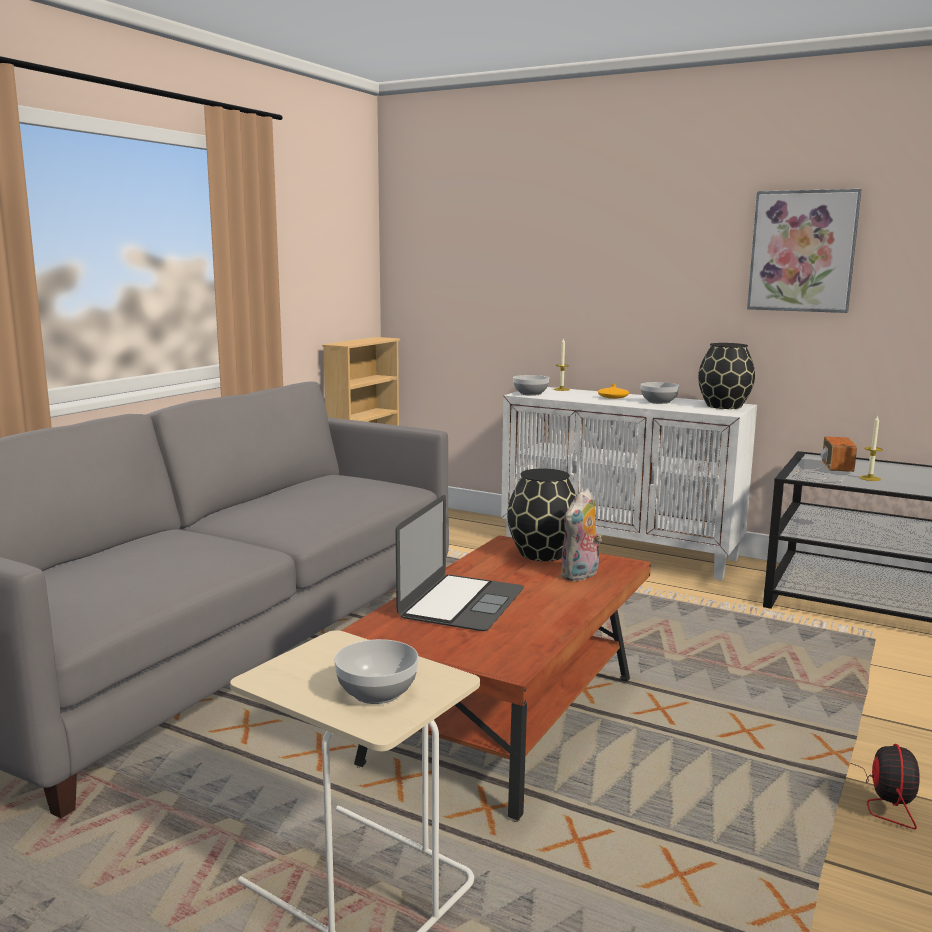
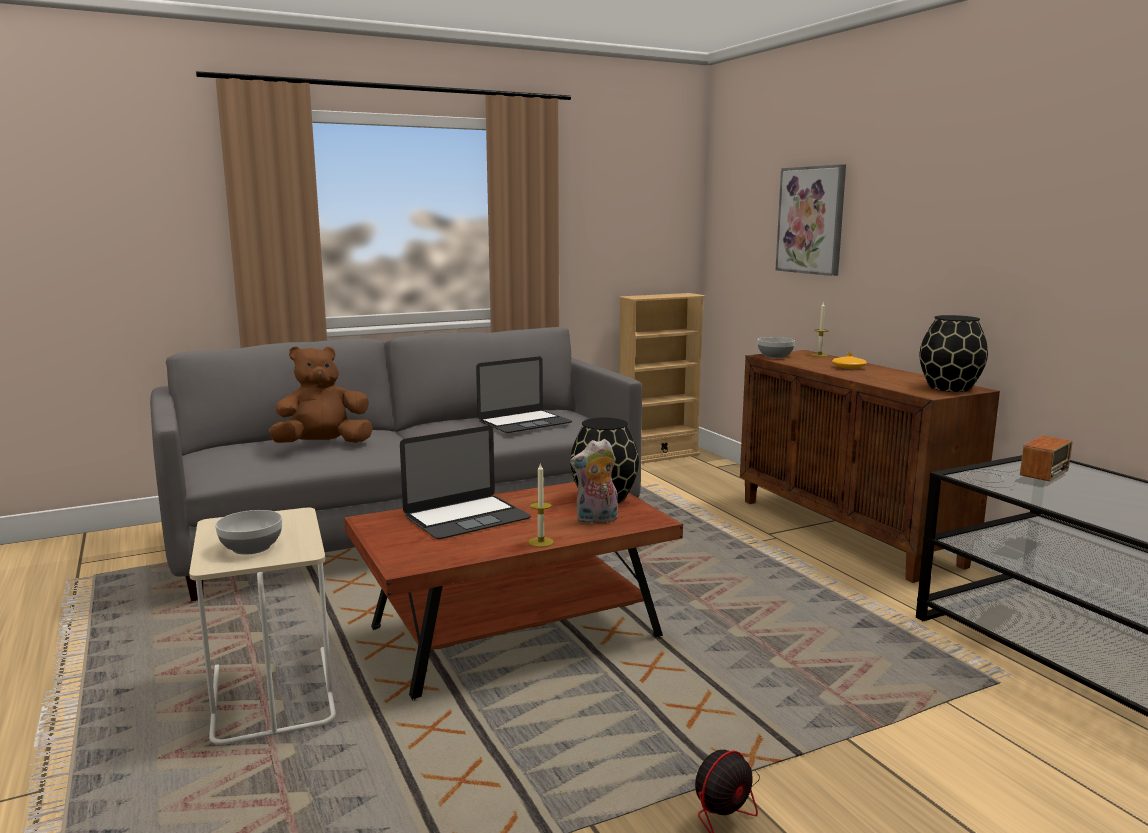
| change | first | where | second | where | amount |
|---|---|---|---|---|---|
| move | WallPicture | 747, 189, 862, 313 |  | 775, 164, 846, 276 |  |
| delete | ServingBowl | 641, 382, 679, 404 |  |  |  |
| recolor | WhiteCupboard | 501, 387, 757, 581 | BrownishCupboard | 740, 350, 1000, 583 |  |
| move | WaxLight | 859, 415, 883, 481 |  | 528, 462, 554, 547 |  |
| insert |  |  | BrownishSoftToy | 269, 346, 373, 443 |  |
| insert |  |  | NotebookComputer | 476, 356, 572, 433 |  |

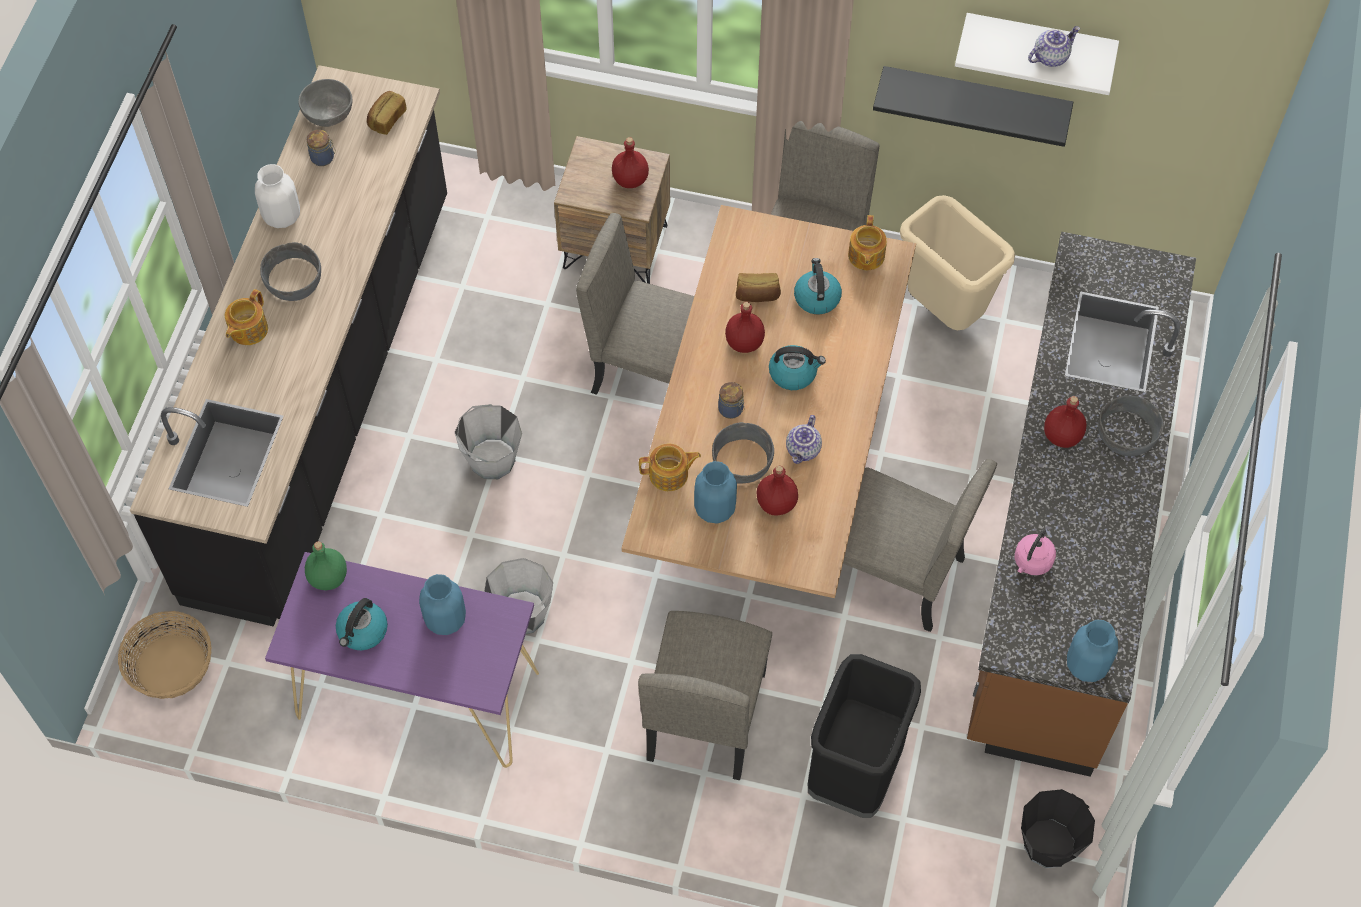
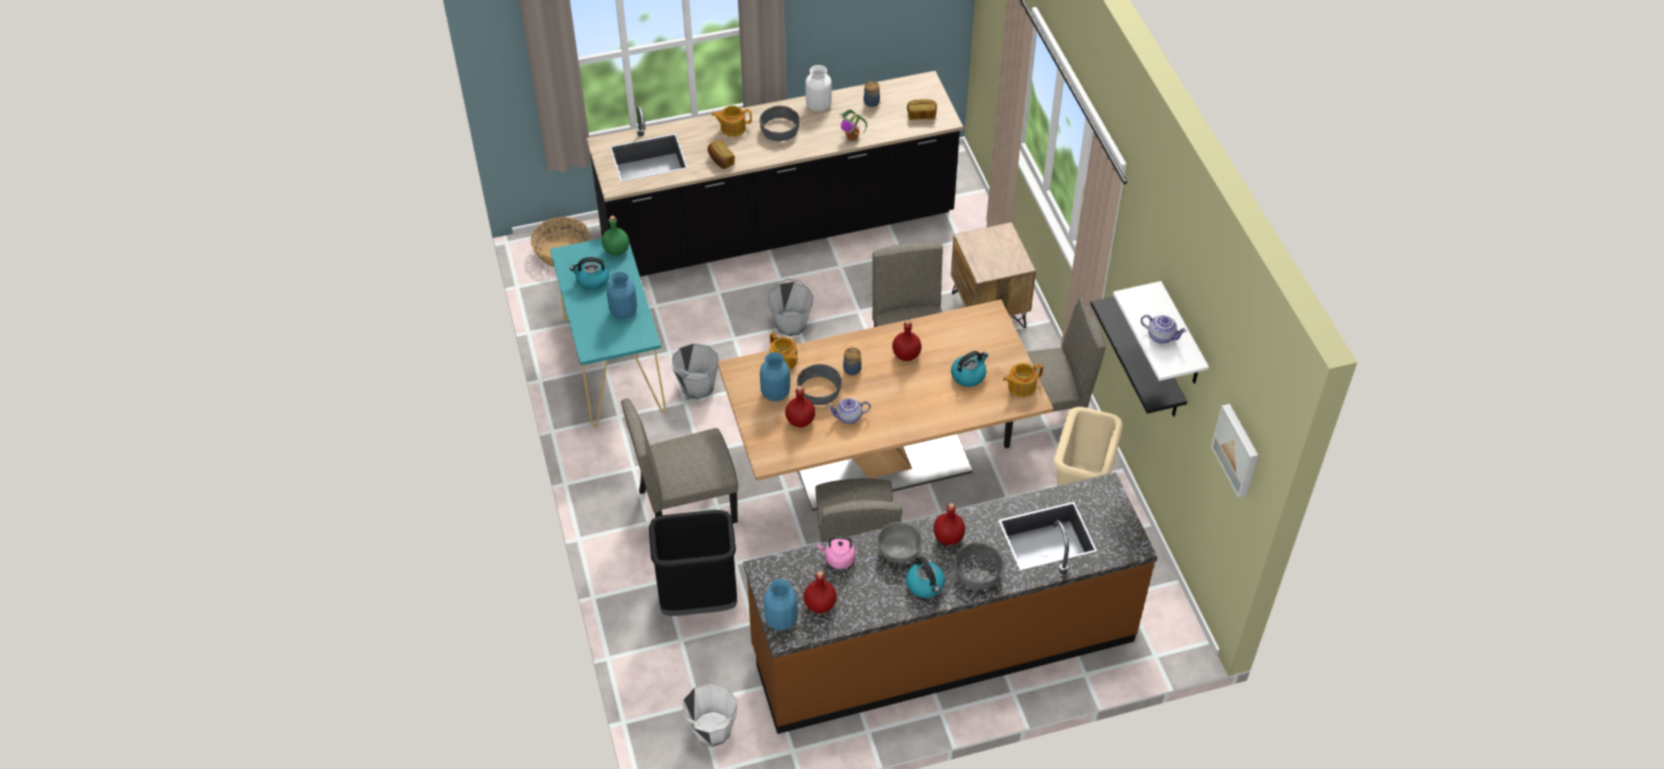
| change | first | where | second | where | amount |
|---|---|---|---|---|---|
| move | GreyishServingBowl | 298, 79, 352, 127 |  | 877, 522, 922, 563 |  |
| move | RedColouredBeverageBottle | 612, 137, 649, 188 |  | 804, 571, 837, 613 |  |
| move | BakeryBread | 736, 273, 781, 302 |  | 708, 140, 735, 169 |  |
| move | TeaKettle | 769, 345, 826, 390 |  | 906, 557, 945, 598 |  |
| recolor | PurpleColouredHallTable | 265, 552, 539, 768 | TurquoiseHallTable | 550, 233, 666, 427 |  |
| recolor | BlackBucket | 1021, 789, 1095, 868 | WhiteBucket | 683, 683, 737, 747 |  |
| insert |  |  | PlantInAPot | 840, 110, 867, 141 |  |
| insert |  |  | WallPicture | 1211, 404, 1258, 498 |  |

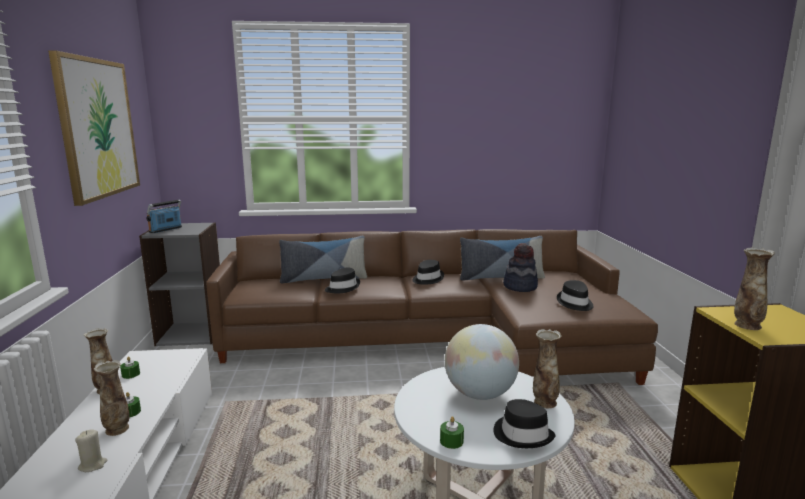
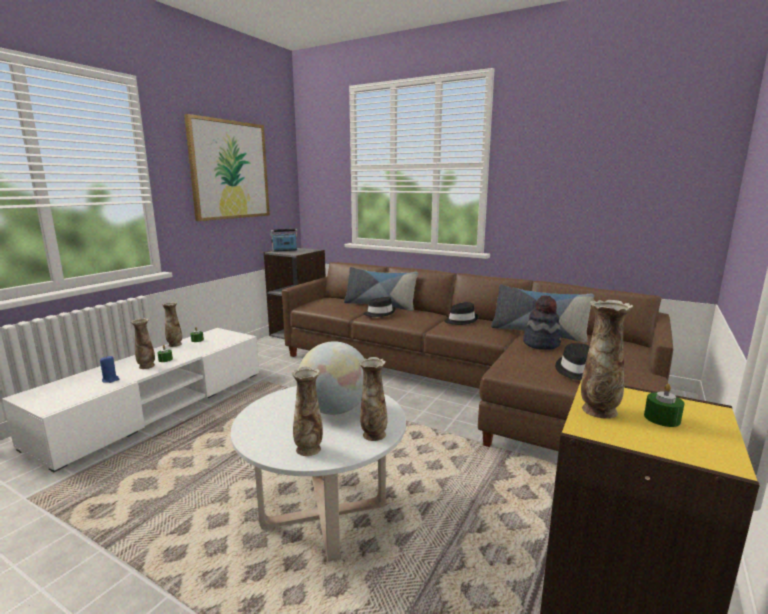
| change | first | where | second | where | amount |
|---|---|---|---|---|---|
| replace | BlackWearableHat | 493, 399, 556, 448 | DecorativeVase | 292, 367, 323, 456 |  |
| move | GreenColouredWaxLight | 440, 416, 464, 449 |  | 644, 384, 685, 427 |  |
| recolor | SandColouredWaxLight | 75, 429, 107, 472 | BluishWaxLight | 100, 355, 119, 383 |  |

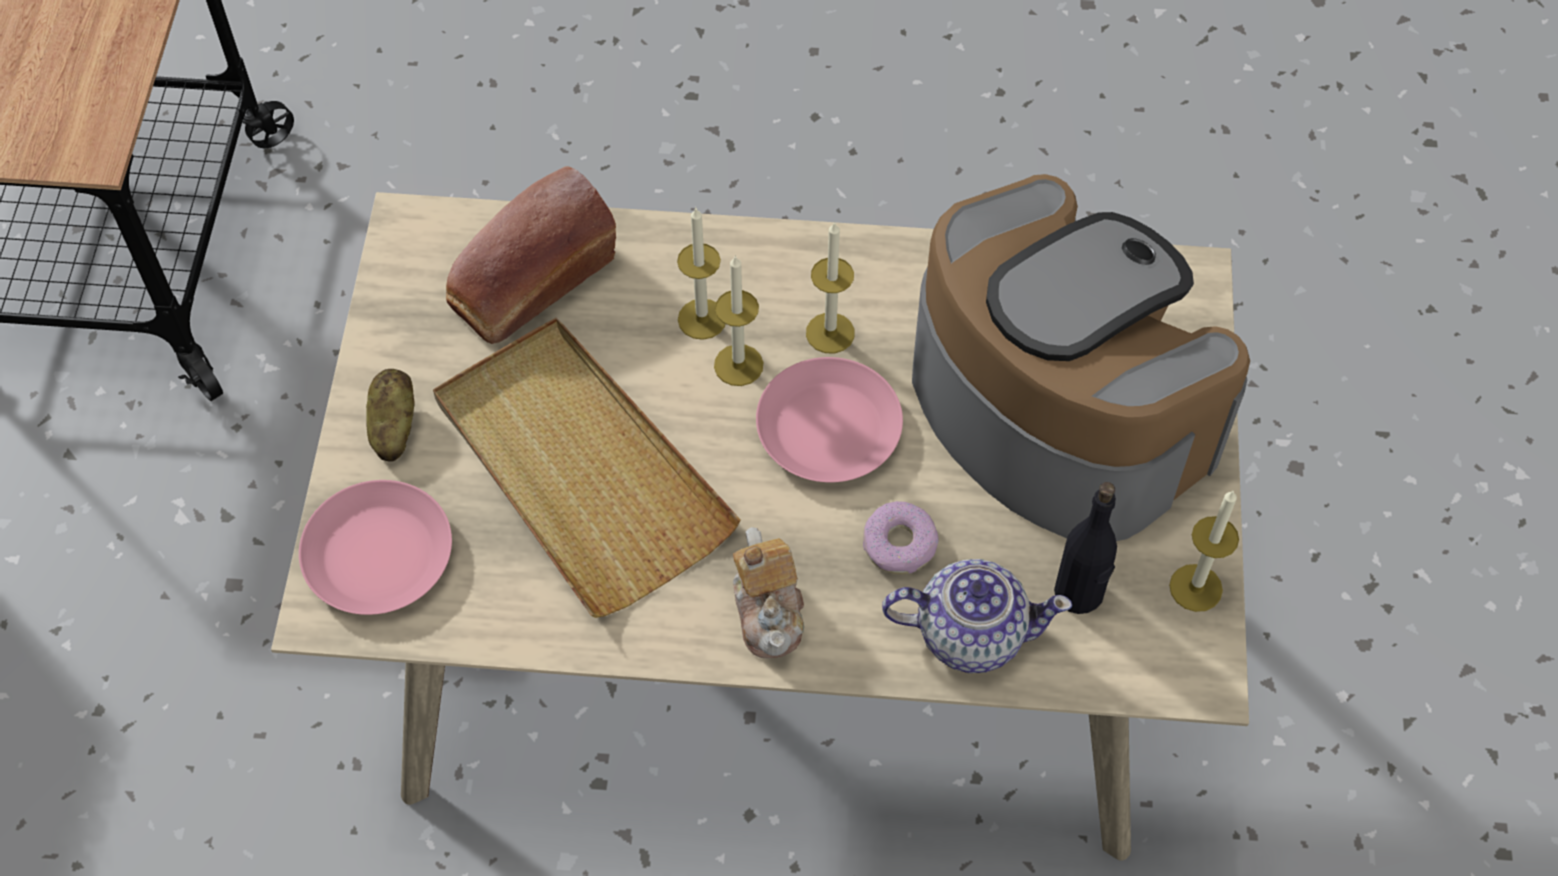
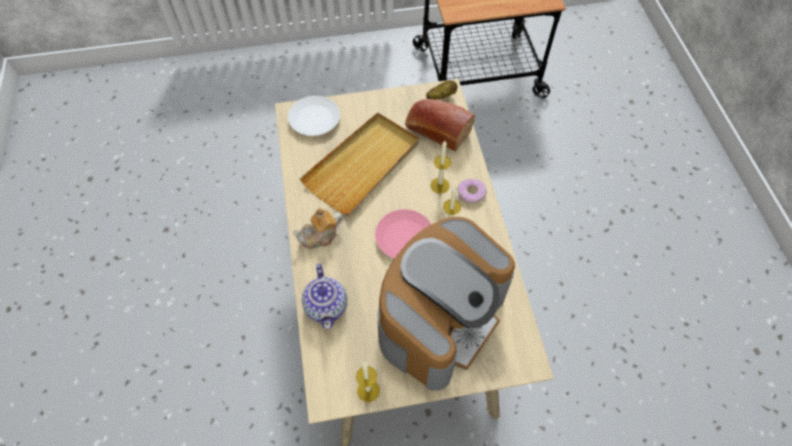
| change | first | where | second | where | amount |
|---|---|---|---|---|---|
| delete | WaxLight | 714, 255, 763, 386 |  |  |  |
| move | Potato | 366, 369, 414, 462 |  | 426, 80, 457, 100 |  |
| recolor | PinkishFlatDish | 299, 480, 452, 615 | WhiteFlatDish | 288, 96, 340, 136 |  |
| delete | BlackBeverageBottle | 1054, 482, 1117, 614 |  |  |  |
| move | Doughnut | 863, 501, 939, 574 |  | 457, 178, 487, 204 |  |

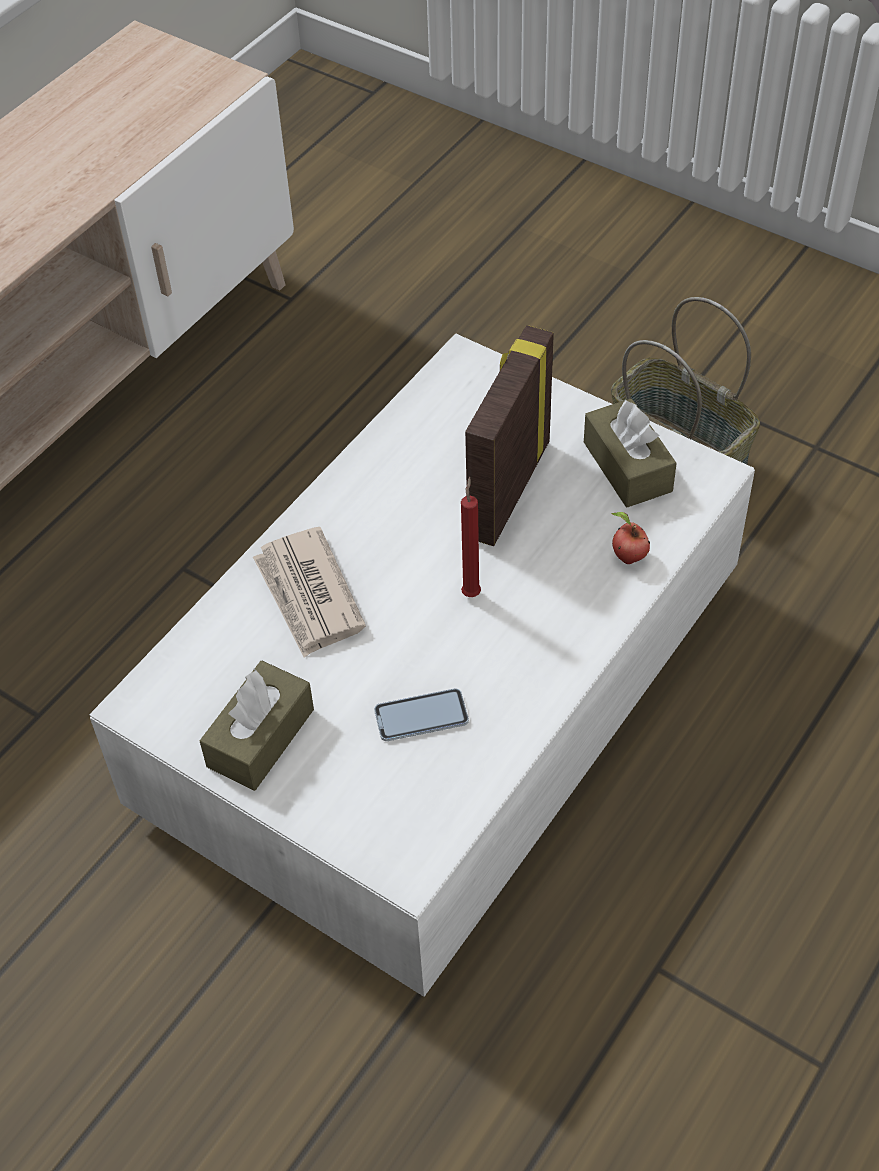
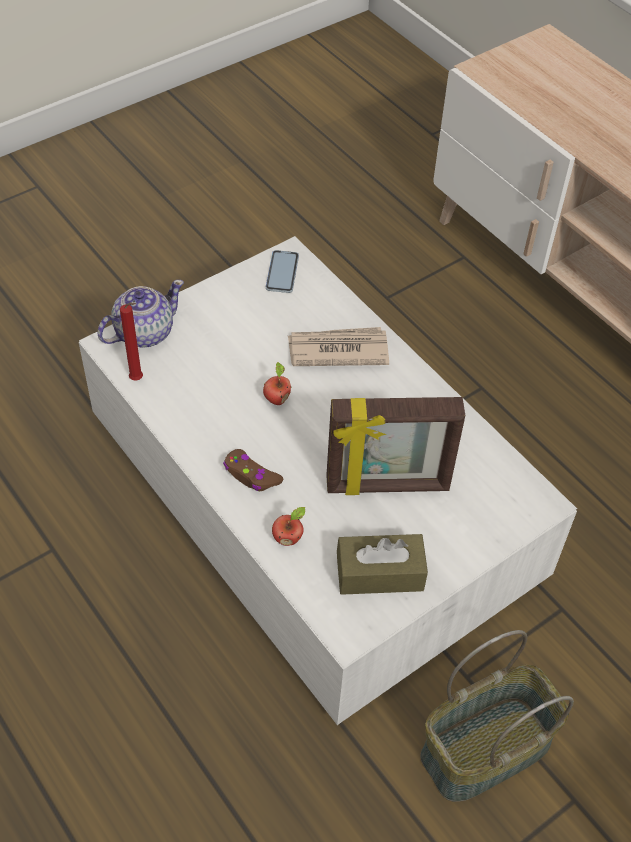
| change | first | where | second | where | amount |
|---|---|---|---|---|---|
| rotate | PhotoFrame | 465, 325, 554, 546 |  | 326, 397, 465, 495 | 135 degrees clockwise |
| move | RedColouredWaxLight | 461, 477, 481, 597 |  | 120, 302, 143, 381 |  |
| delete | BrownishBoxOfTissues | 200, 661, 314, 791 |  |  |  |
| move | Telephone | 374, 688, 469, 741 |  | 266, 250, 299, 293 |  |
| insert |  |  | PotForTea | 97, 280, 184, 348 |  |
| insert |  |  | AppleFruit | 263, 362, 291, 405 |  |
| insert |  |  | BrownishGamepad | 223, 449, 283, 491 |  |

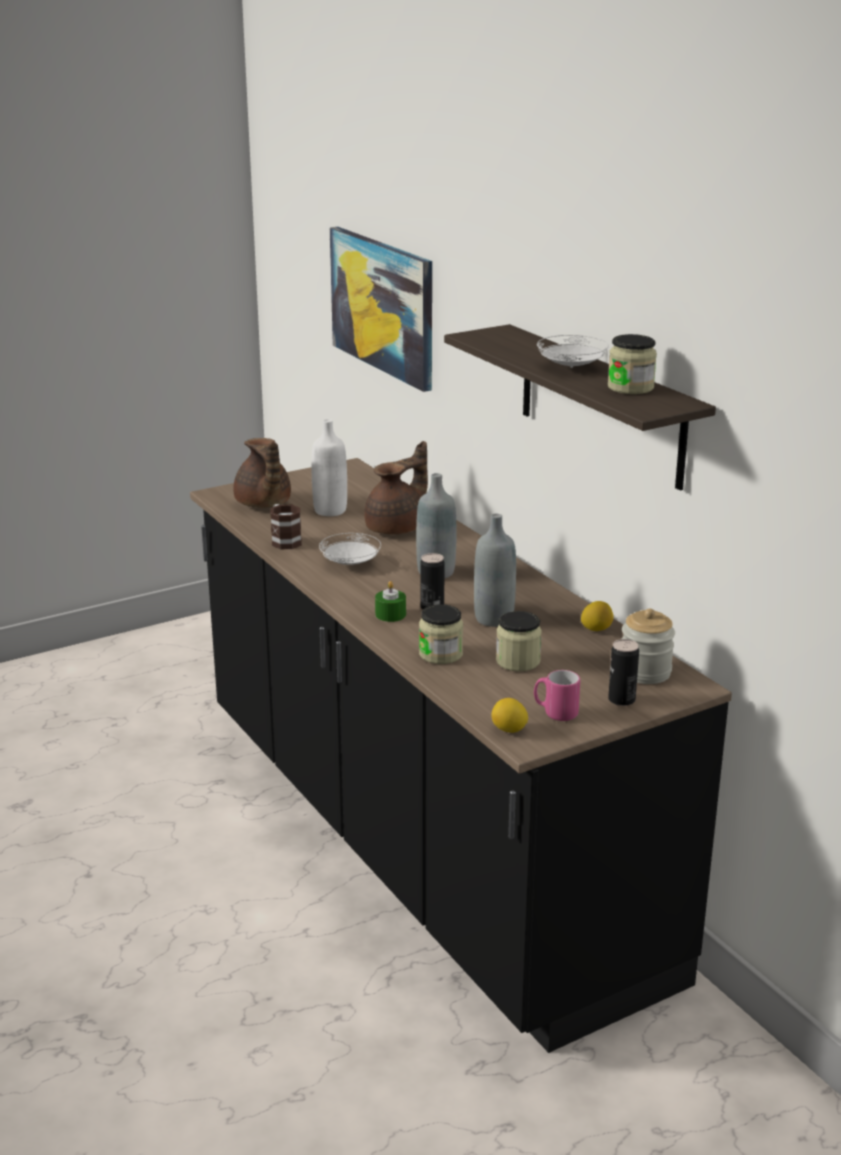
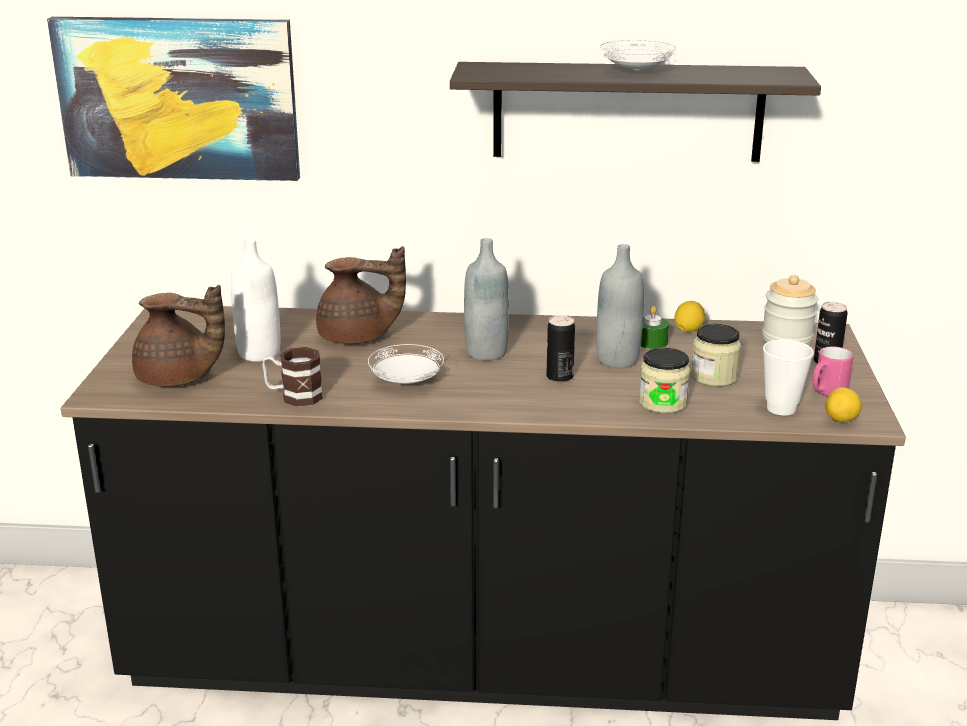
| change | first | where | second | where | amount |
|---|---|---|---|---|---|
| delete | Jar | 608, 334, 657, 394 |  |  |  |
| rotate | BrownishPotForTea | 364, 441, 428, 535 |  | 316, 246, 406, 344 | 105 degrees clockwise |
| move | GreenColouredWaxLight | 375, 581, 406, 622 |  | 641, 306, 669, 349 |  |
| insert |  |  | Cup | 763, 339, 814, 415 |  |

